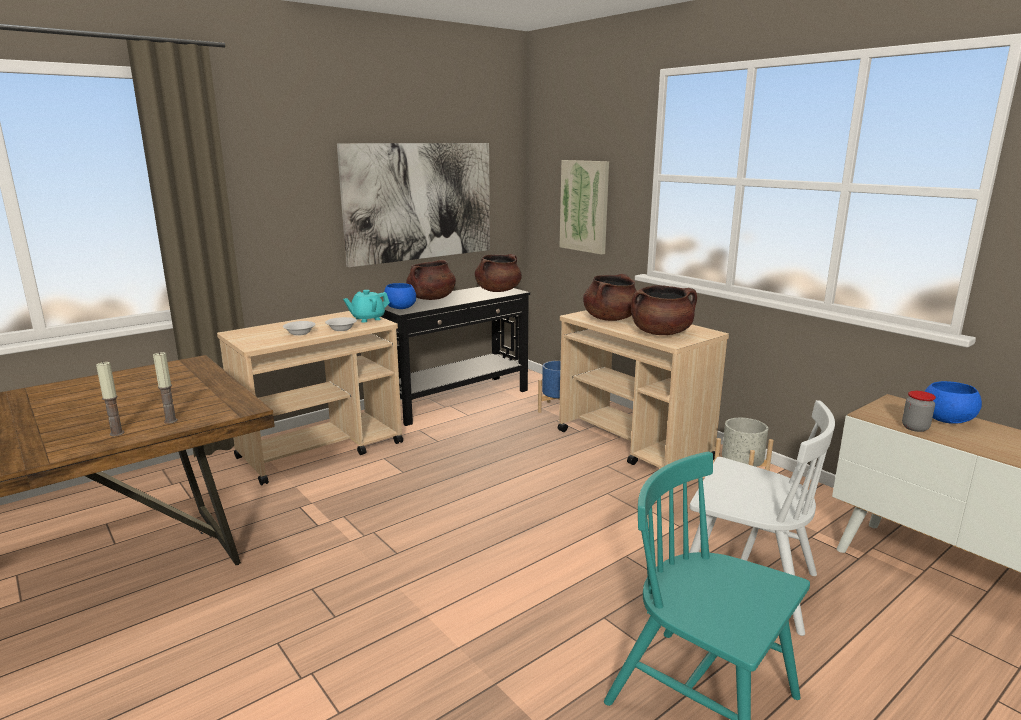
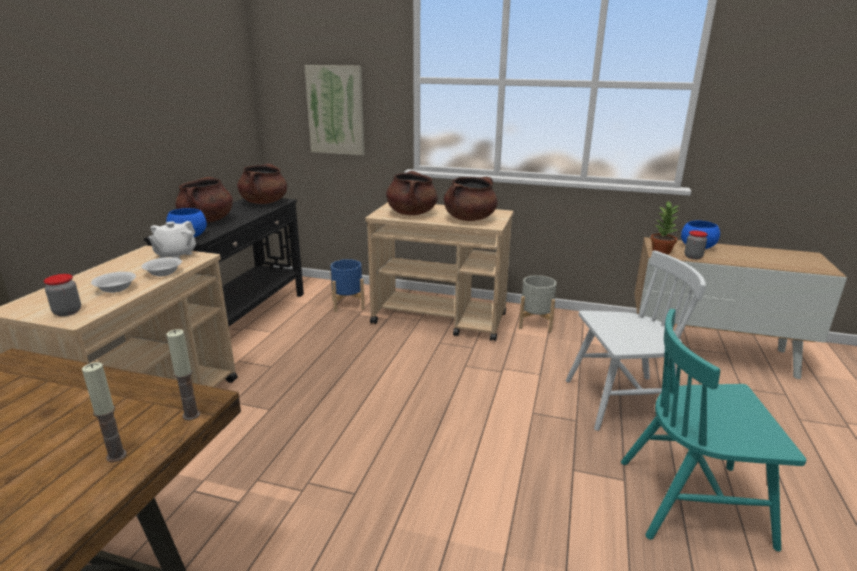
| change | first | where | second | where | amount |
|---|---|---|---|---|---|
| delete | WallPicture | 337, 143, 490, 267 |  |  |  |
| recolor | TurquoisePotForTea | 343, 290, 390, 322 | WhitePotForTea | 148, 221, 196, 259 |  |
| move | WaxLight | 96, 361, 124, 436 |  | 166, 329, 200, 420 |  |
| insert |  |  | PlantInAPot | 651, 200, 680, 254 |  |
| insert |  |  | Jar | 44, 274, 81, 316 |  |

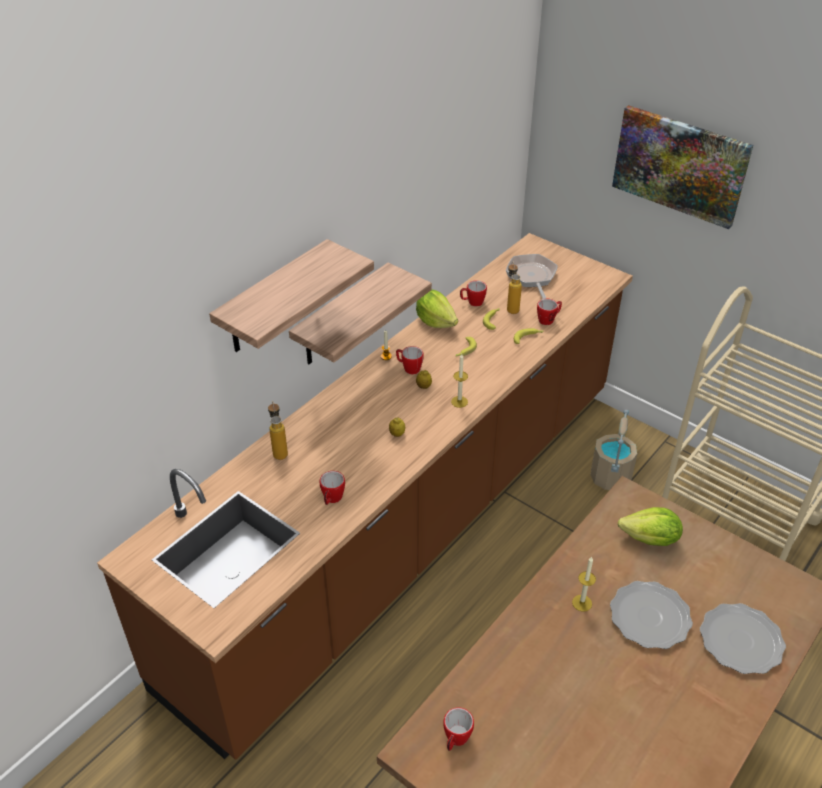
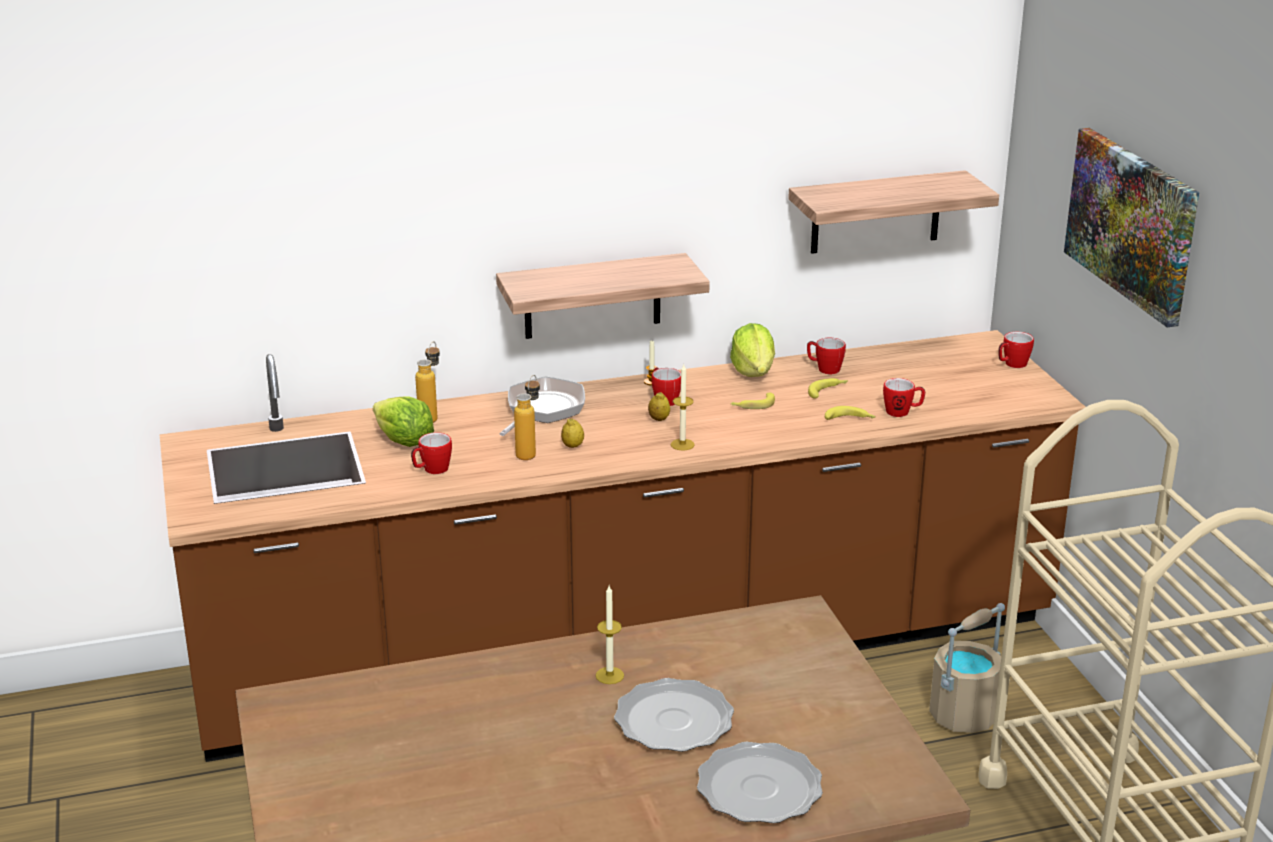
| change | first | where | second | where | amount |
|---|---|---|---|---|---|
| move | BracketShelf | 209, 239, 374, 352 |  | 788, 170, 999, 254 |  |
| move | Skillet | 506, 254, 558, 299 |  | 500, 376, 585, 436 |  |
| move | BeverageBottle | 507, 261, 522, 314 |  | 514, 375, 540, 460 |  |
| move | HeadOfLettuce | 618, 507, 683, 546 |  | 373, 396, 434, 447 |  |
| move | CoffeeMug | 443, 707, 474, 751 |  | 998, 332, 1034, 368 |  |

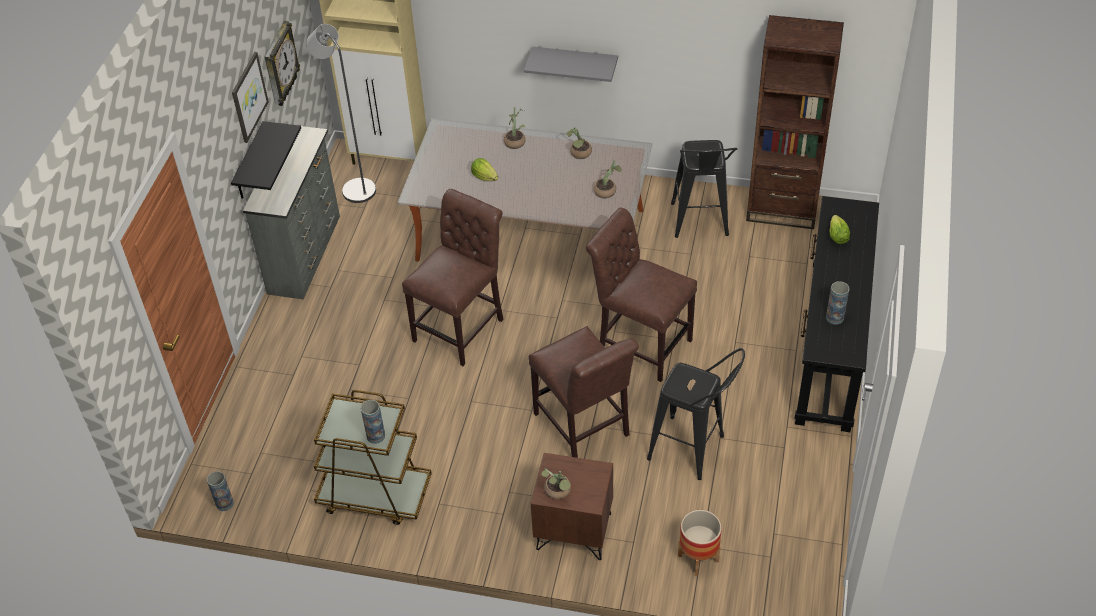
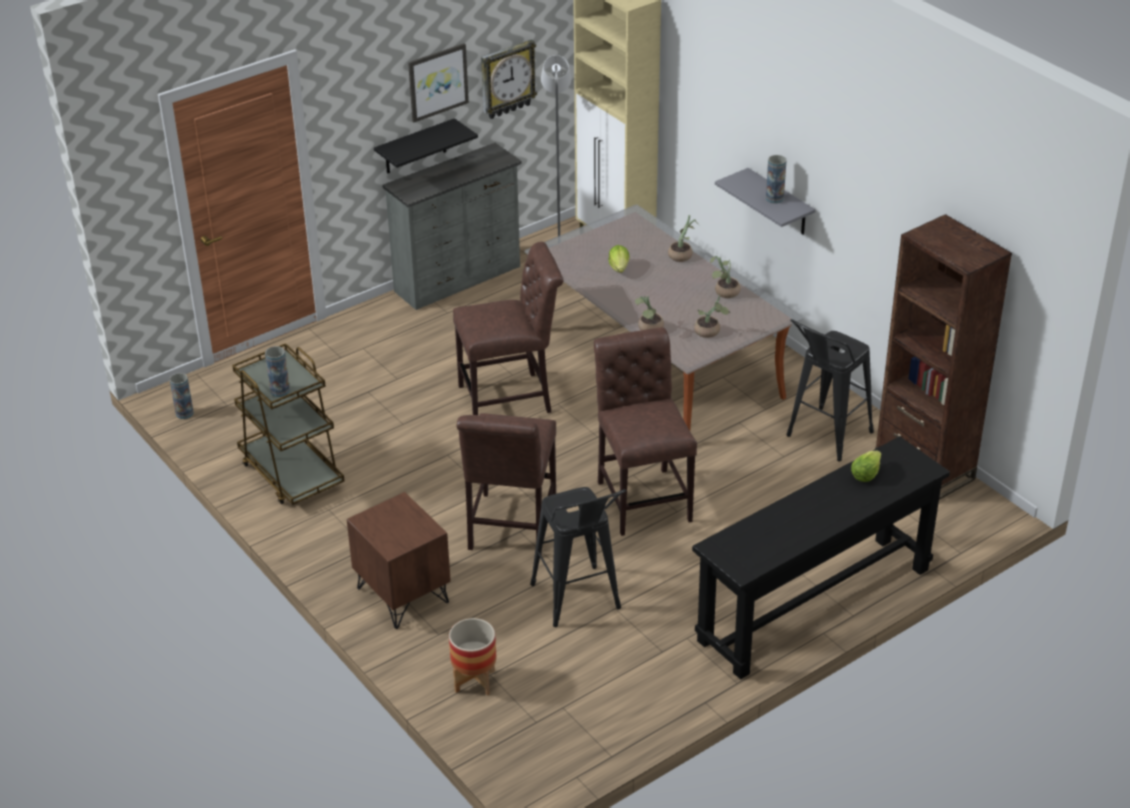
| change | first | where | second | where | amount |
|---|---|---|---|---|---|
| move | DecorativeVase | 826, 281, 849, 325 |  | 766, 155, 787, 204 |  |
| move | PlantInAPot | 541, 468, 571, 499 |  | 635, 296, 664, 330 |  |

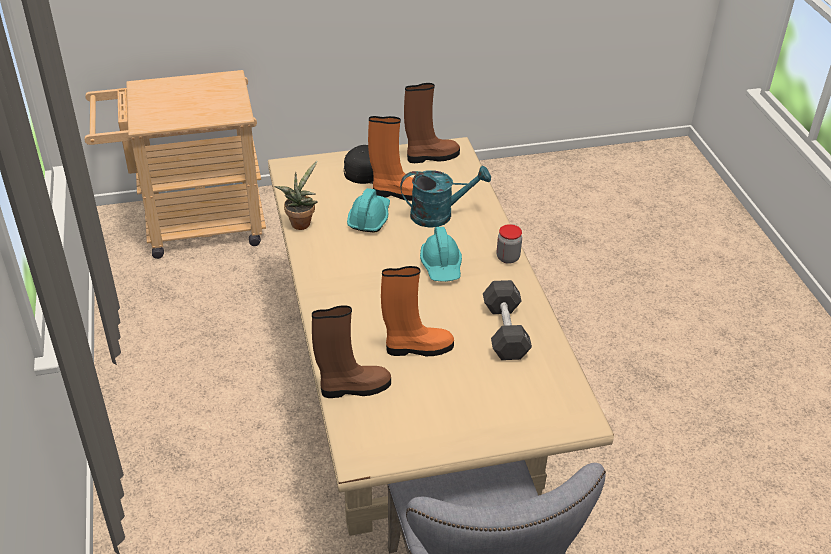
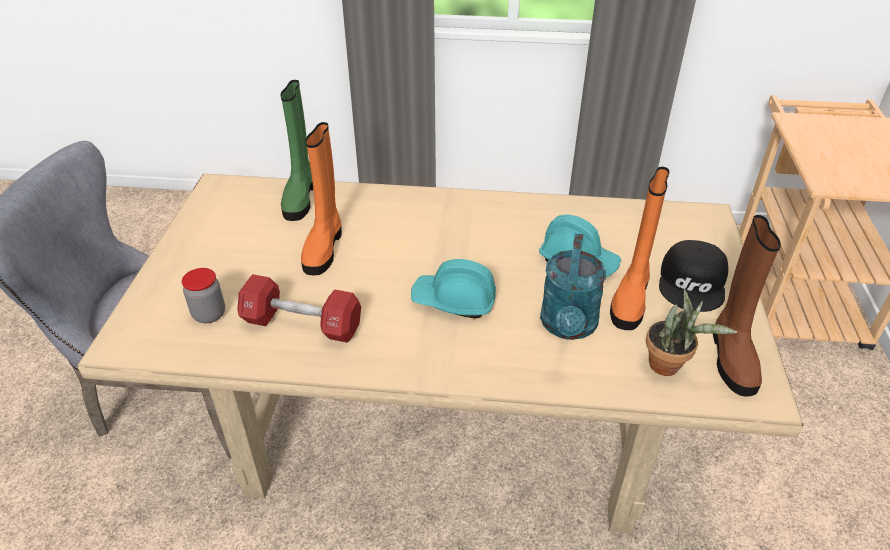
| change | first | where | second | where | amount |
|---|---|---|---|---|---|
| move | PlantInAPot | 274, 161, 318, 230 |  | 646, 289, 737, 376 |  |
| move | Jar | 497, 224, 522, 264 |  | 182, 268, 225, 323 |  |
| recolor | BlackDumbbell | 483, 280, 532, 360 | RedColouredDumbbell | 238, 274, 361, 343 |  |
| recolor | BrownishTallBoot | 312, 305, 391, 398 | GreenColouredTallBoot | 280, 80, 313, 221 |  |

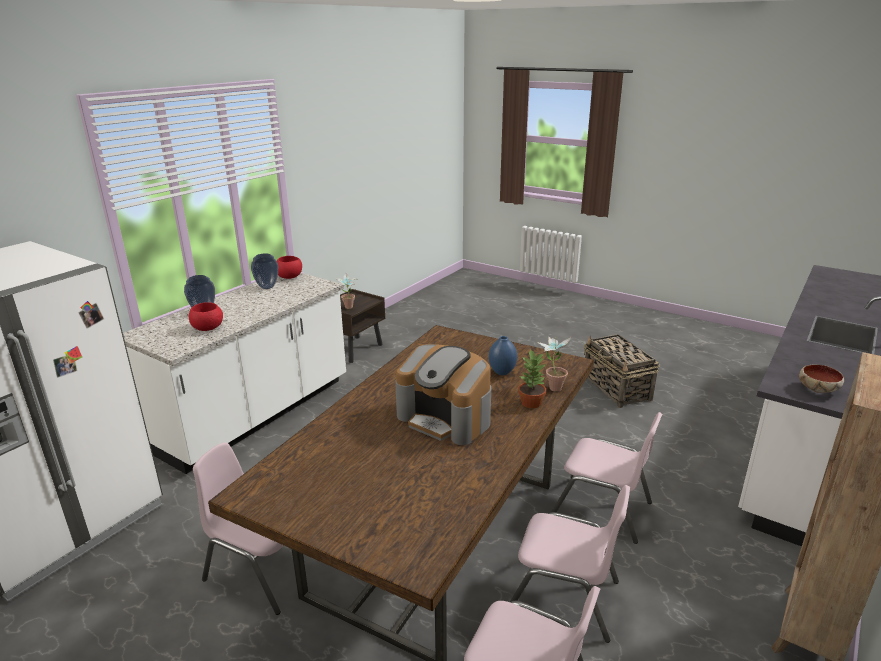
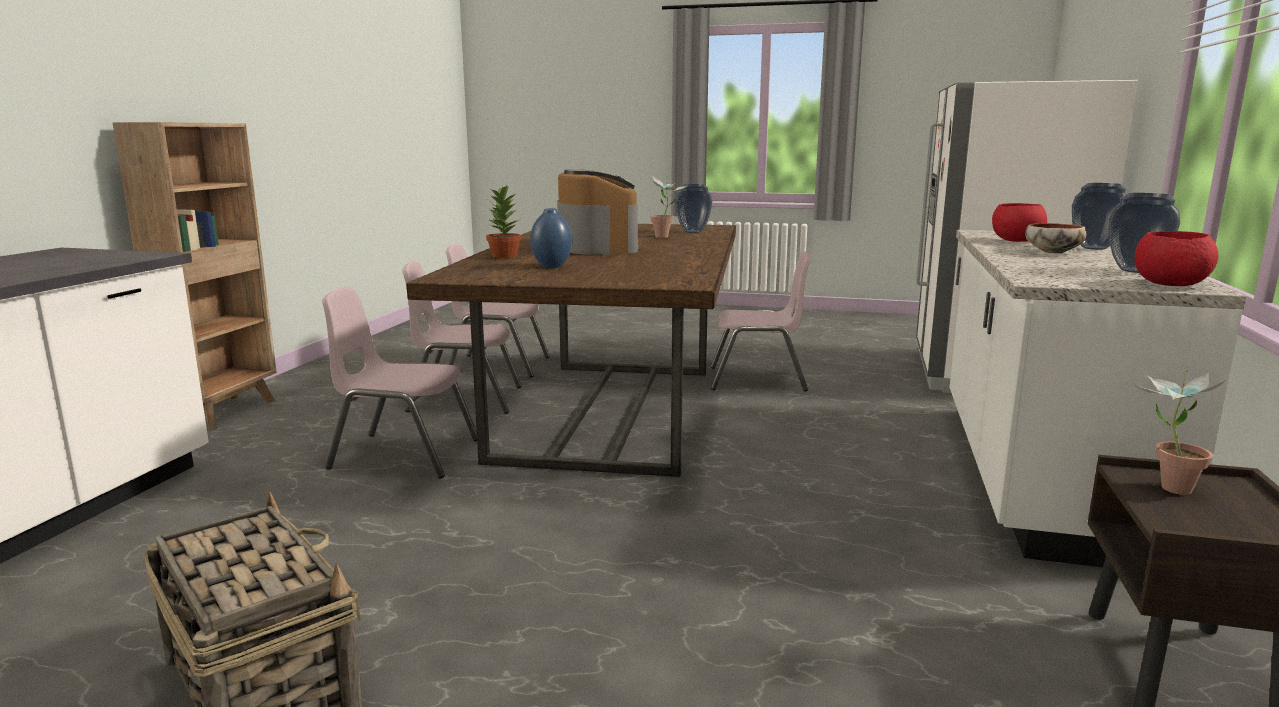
| change | first | where | second | where | amount |
|---|---|---|---|---|---|
| move | PlantInAPot | 537, 336, 571, 392 |  | 650, 176, 687, 238 |  |
| rotate | CoffeeBrewer | 395, 344, 491, 445 |  | 557, 169, 640, 255 | 60 degrees clockwise |
| move | ServingBowl | 799, 365, 844, 393 |  | 1025, 223, 1086, 253 |  |
| insert |  |  | DecorativeVase | 675, 184, 712, 233 |  |

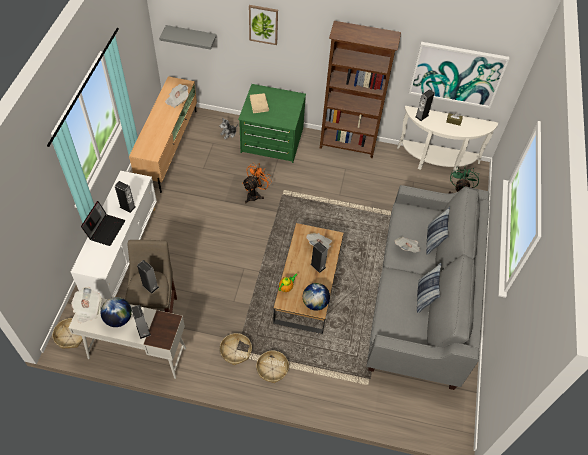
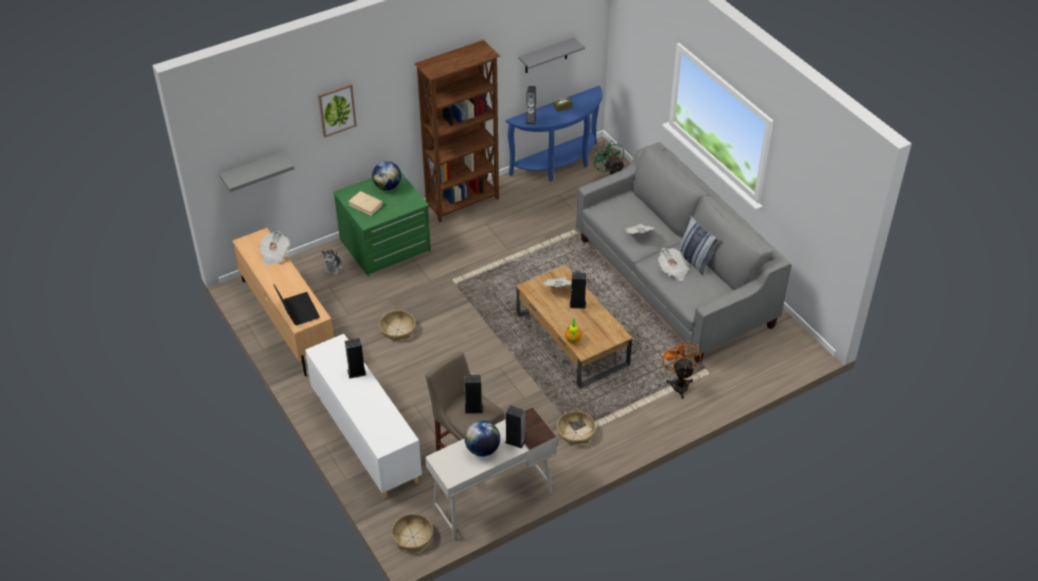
| change | first | where | second | where | amount |
|---|---|---|---|---|---|
| replace | WallPicture | 409, 42, 509, 108 | GreyishBracketShelf | 518, 37, 585, 73 |  |
| recolor | WhiteHallTable | 397, 106, 498, 176 | BluishHallTable | 506, 86, 603, 181 |  |
| move | OrangeyFan | 242, 163, 272, 203 |  | 662, 340, 701, 399 |  |
| move | NotebookComputer | 81, 201, 126, 246 |  | 273, 284, 320, 325 |  |
| delete | ThrowPillow | 426, 207, 450, 255 |  |  |  |
| move | DeskGlobe | 303, 283, 330, 311 |  | 372, 161, 401, 190 |  |
| move | Newspaper | 71, 287, 102, 323 |  | 658, 248, 689, 281 |  |
| move | StorageBasket | 256, 351, 289, 383 |  | 380, 310, 415, 342 |  |

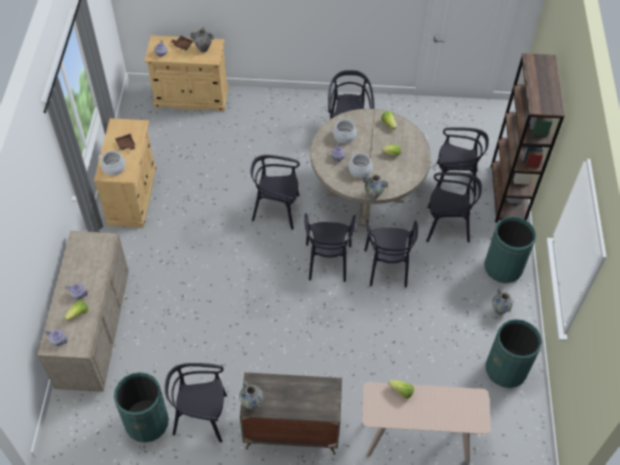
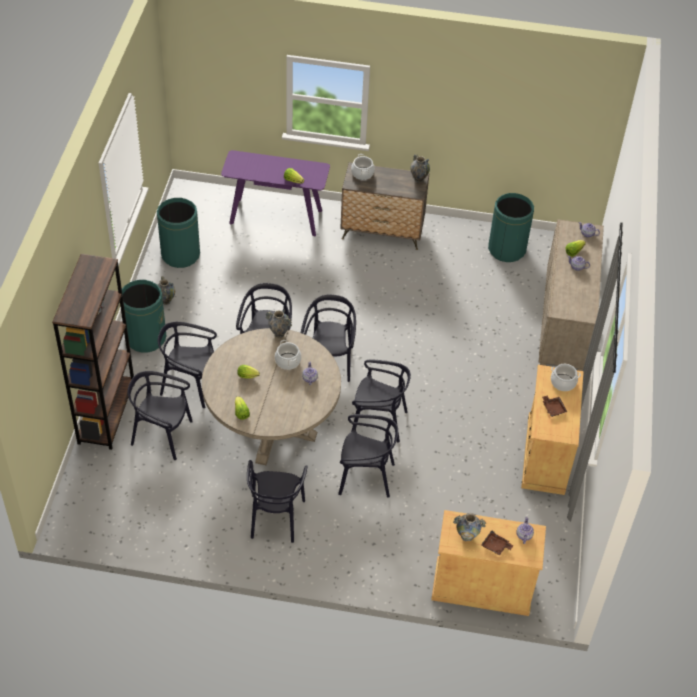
| change | first | where | second | where | amount |
|---|---|---|---|---|---|
| move | Stockpot | 333, 117, 357, 143 |  | 351, 154, 375, 180 |  |
| move | BlackUprightChair | 165, 363, 227, 443 |  | 338, 414, 398, 498 |  |
| recolor | SandColouredHallTable | 362, 382, 491, 463 | PurpleColouredHallTable | 221, 150, 330, 236 |  |

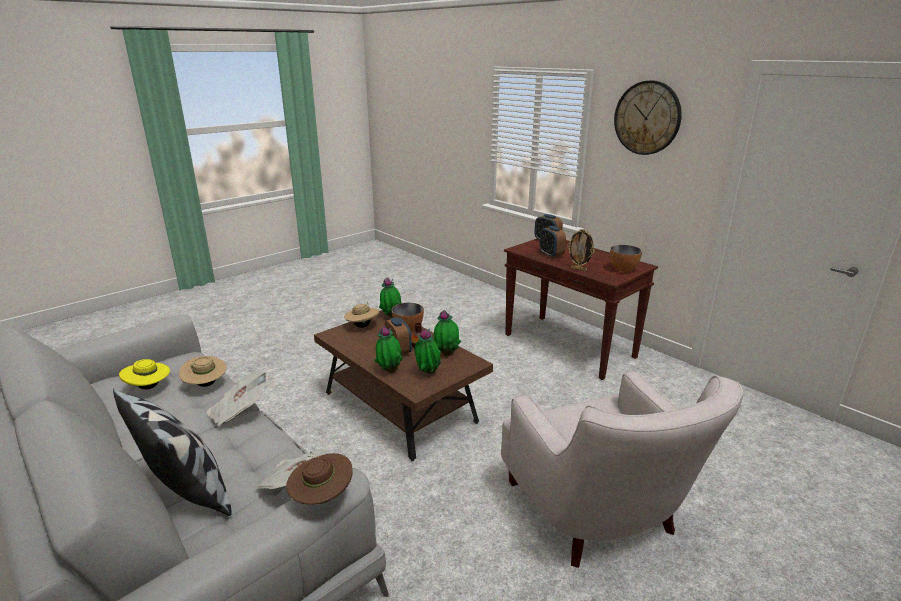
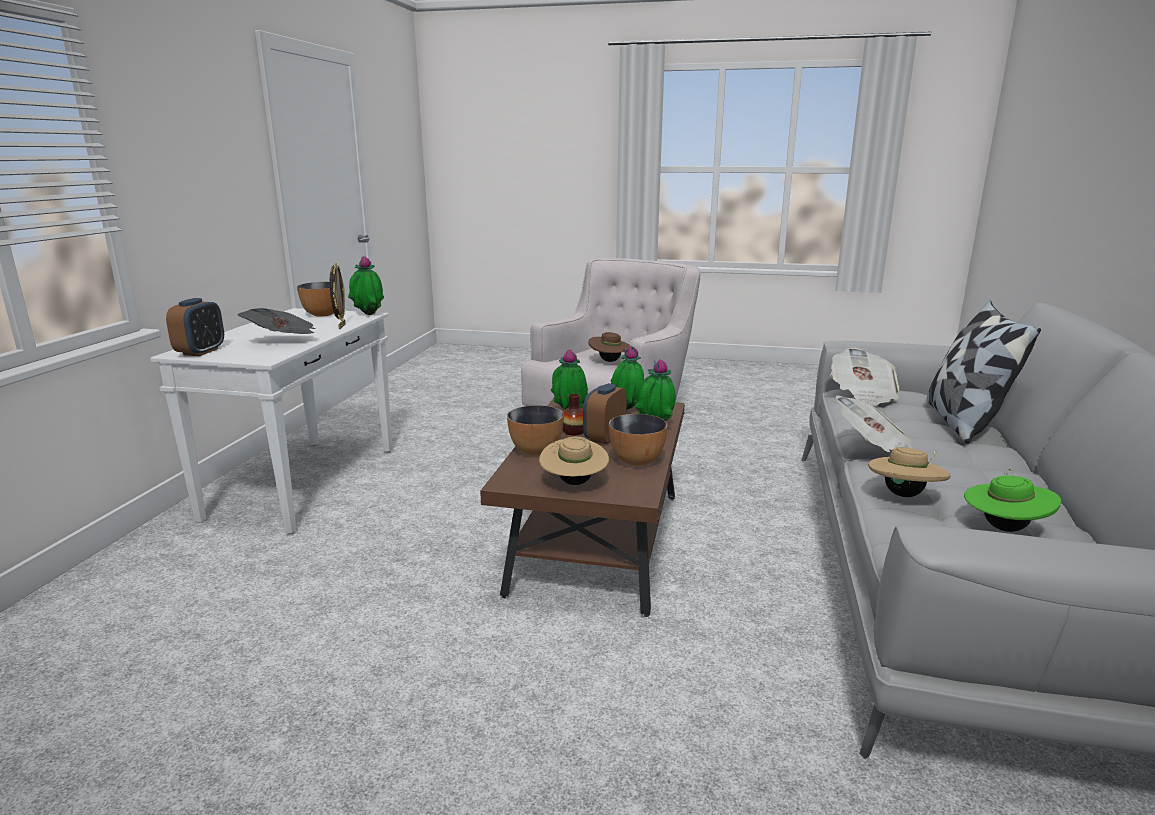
| change | first | where | second | where | amount |
|---|---|---|---|---|---|
| delete | HangingClock | 614, 80, 682, 155 |  |  |  |
| replace | TableClock | 539, 226, 566, 258 | Newspaper | 237, 308, 316, 334 |  |
| recolor | BrownishHallTable | 504, 239, 658, 380 | WhiteHallTable | 150, 308, 392, 534 |  |
| move | PlantInAPot | 379, 278, 402, 318 |  | 348, 256, 384, 315 |  |
| recolor | YellowWearableHat | 119, 359, 170, 390 | GreenColouredWearableHat | 964, 469, 1061, 532 |  |
| move | BrownishWearableHat | 286, 452, 353, 505 |  | 588, 332, 630, 362 |  |
| insert |  |  | ServingBowl | 609, 414, 667, 466 |  |

